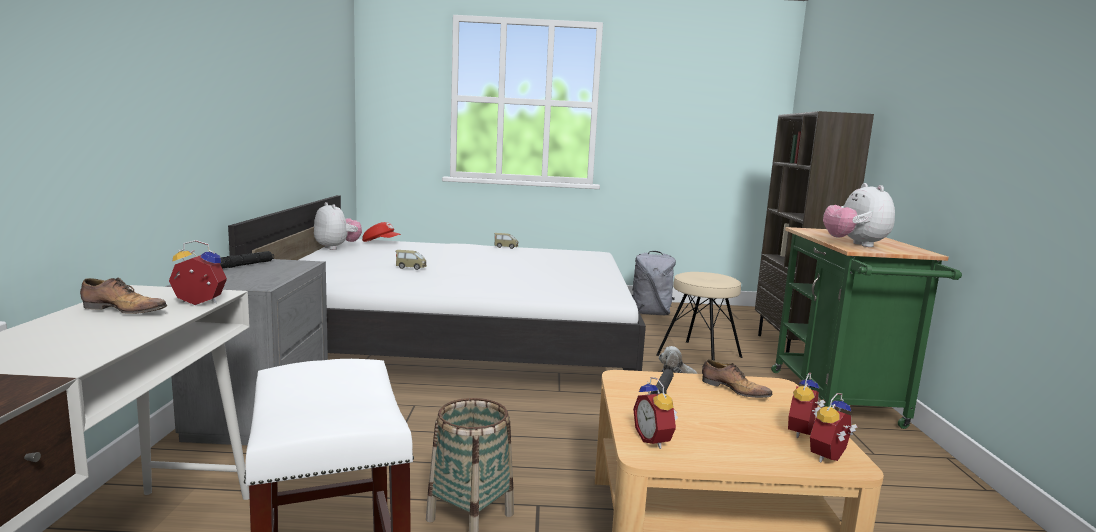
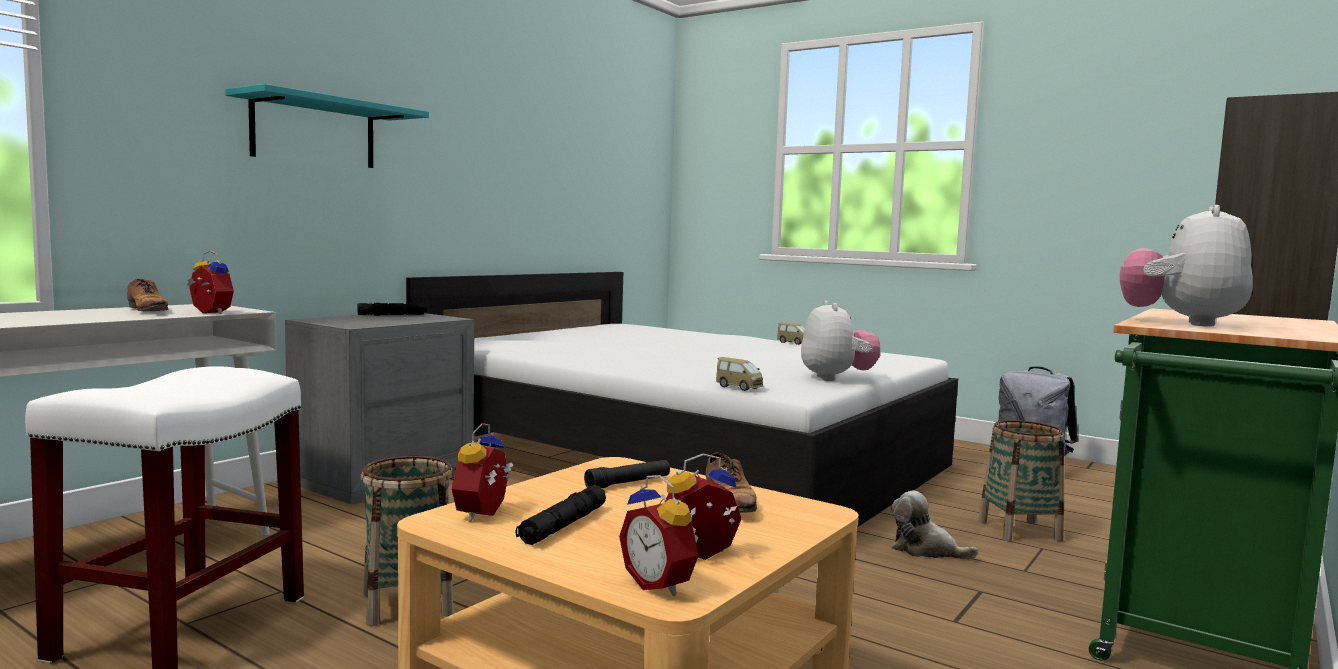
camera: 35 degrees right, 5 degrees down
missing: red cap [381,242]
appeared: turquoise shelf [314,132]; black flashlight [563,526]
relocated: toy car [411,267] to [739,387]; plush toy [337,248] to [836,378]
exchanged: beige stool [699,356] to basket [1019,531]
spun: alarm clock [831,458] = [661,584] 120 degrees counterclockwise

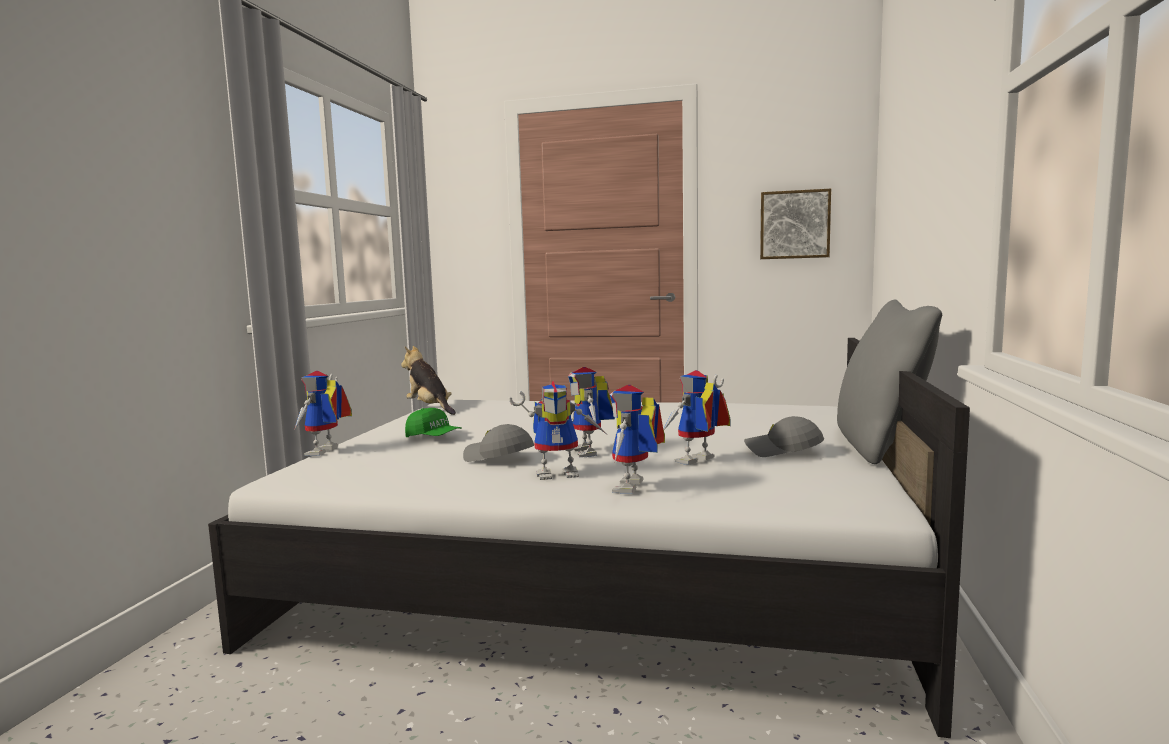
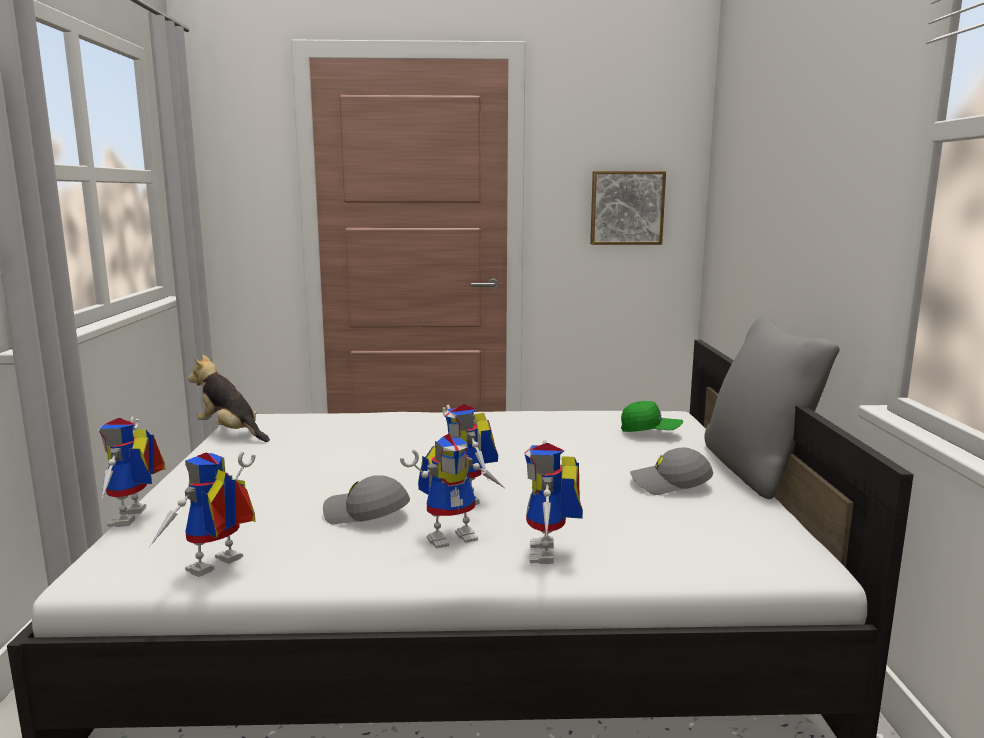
camera: 15 degrees left, 5 degrees up
relocated: toy robot [697,462] to [215,569]; green cap [433,438] to [650,431]

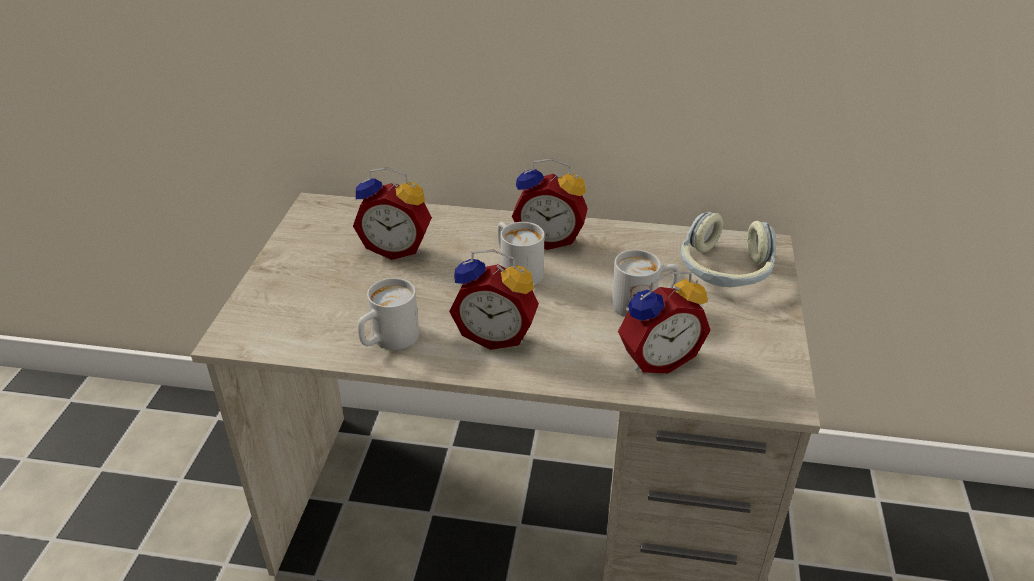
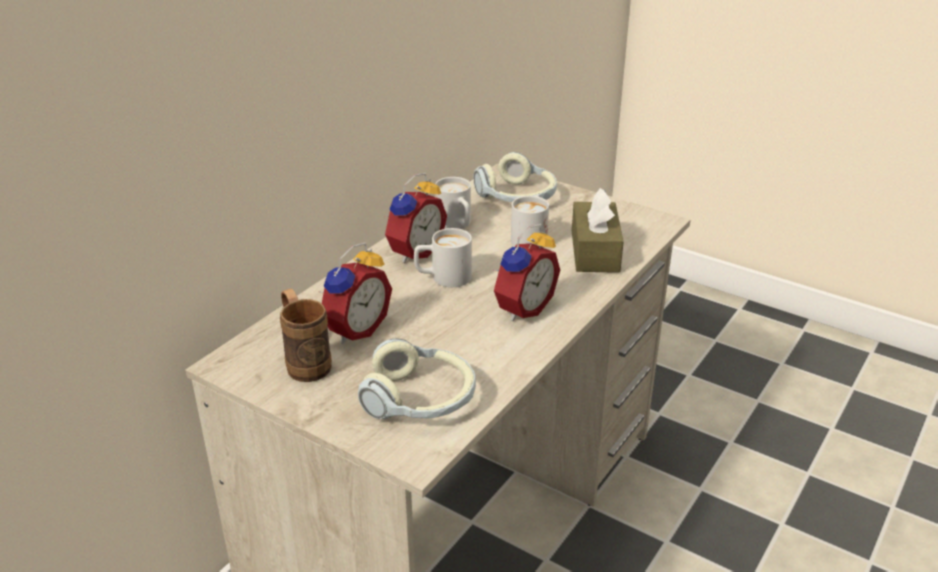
camera: 65 degrees left, 5 degrees down
appeared: brown mug [305,362]; headphones [420,400]
relocated: white mug [388,340] to [456,225]
exchanged: alarm clock [656,358] to brown tissue box [595,251]

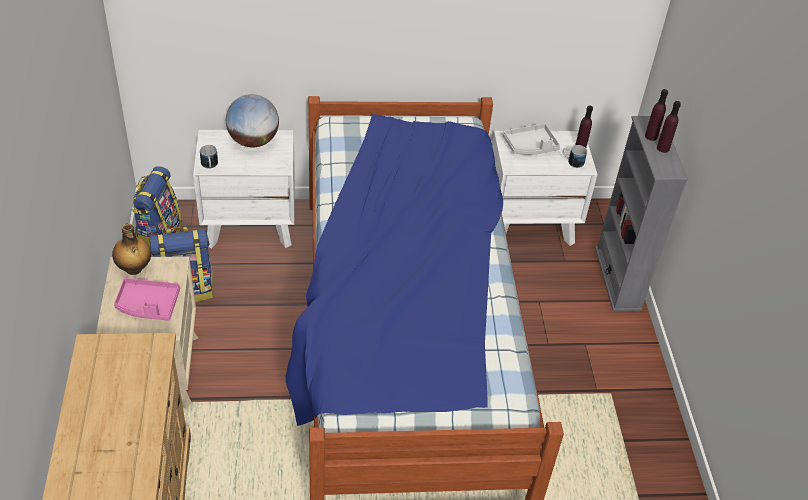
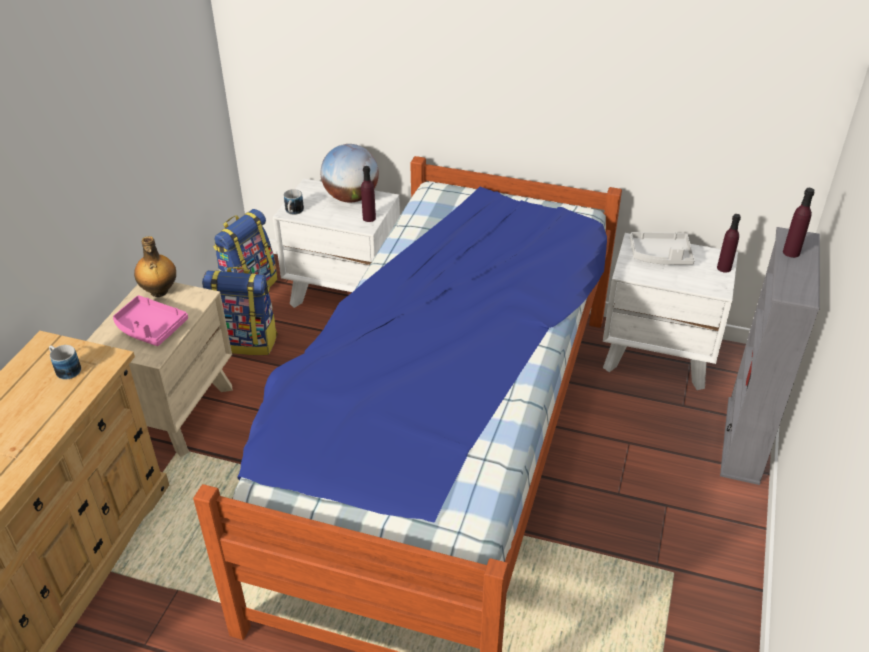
camera: 25 degrees right, 5 degrees down
relocated: mug [572,162] to [65,369]; purple bottle [663,148] to [369,218]

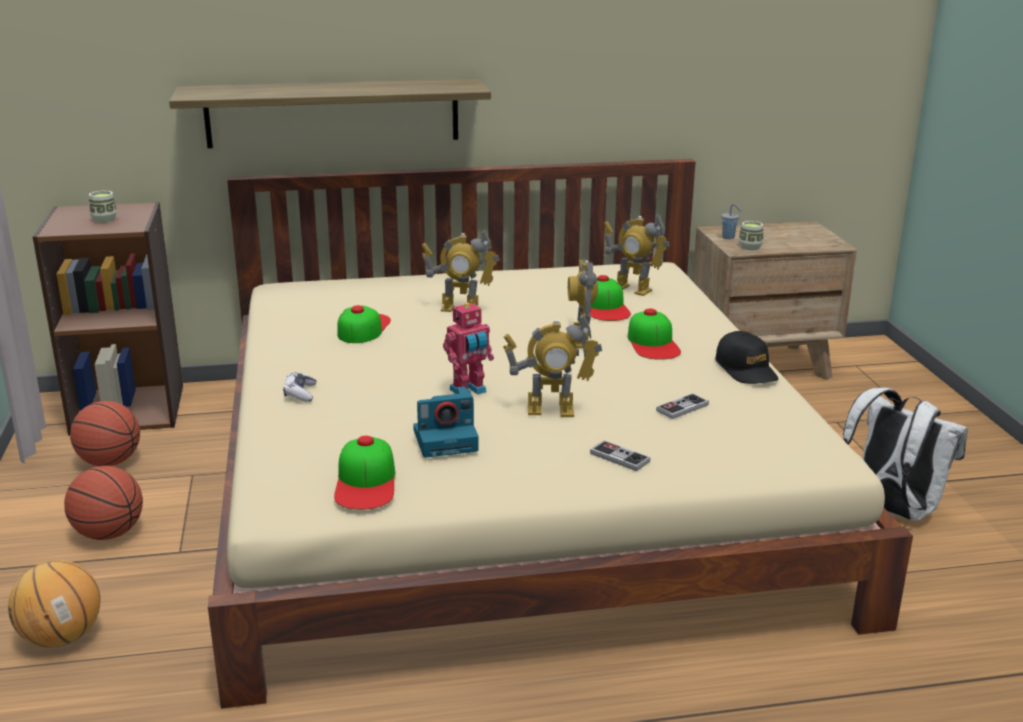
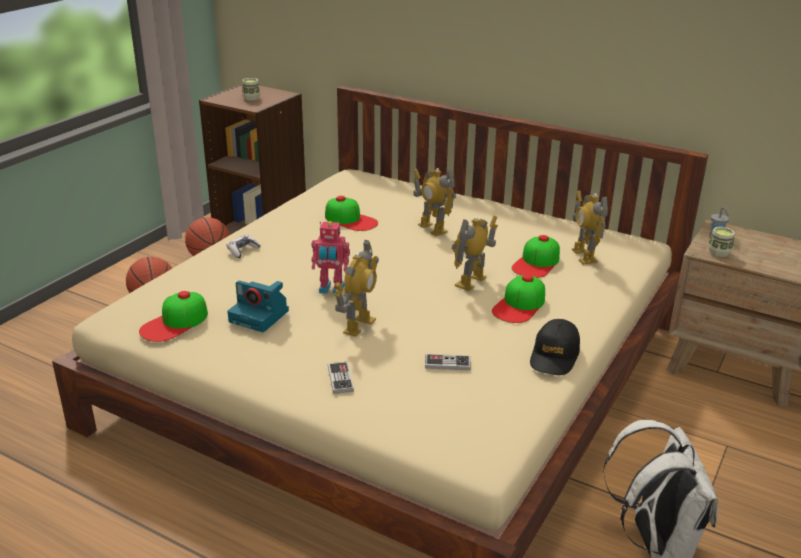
camera: 40 degrees right, 5 degrees up
missing: basketball [61,637]; shelf [333,113]
spun: cap [363,328] = [350,220] 75 degrees clockwise; toy robot [551,411] = [358,325] 105 degrees counterclockwise

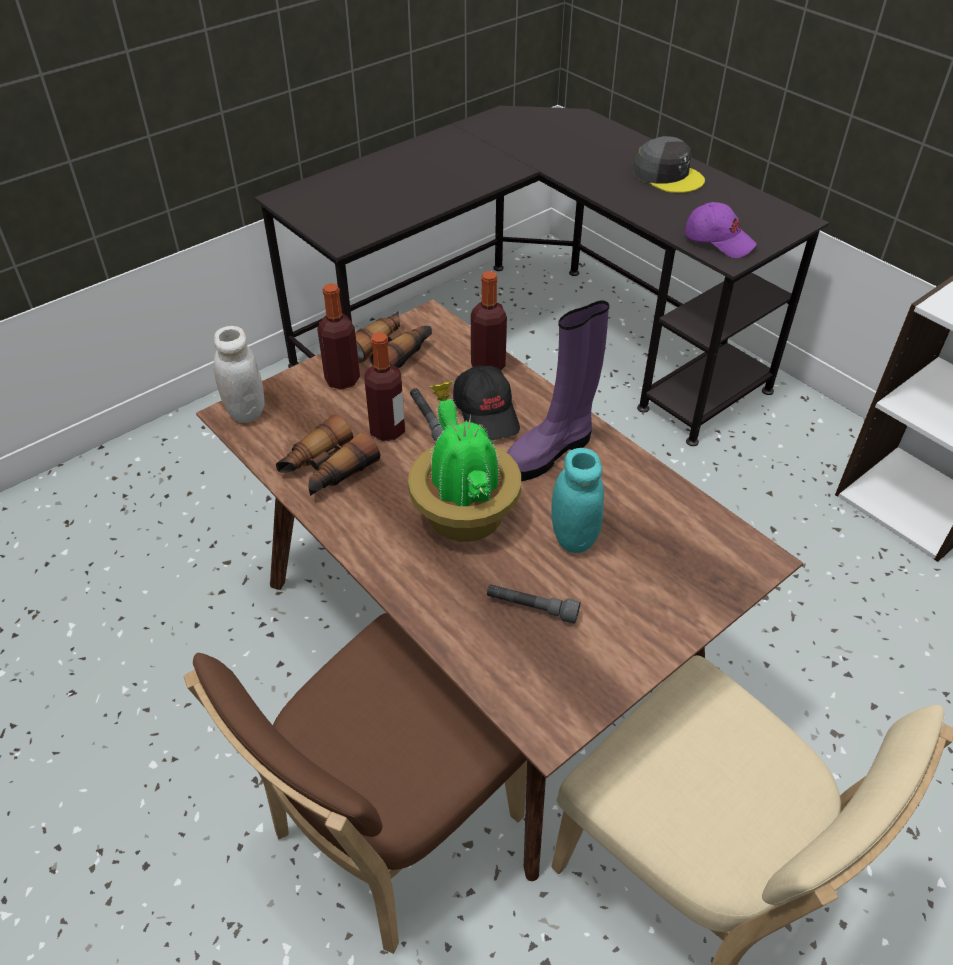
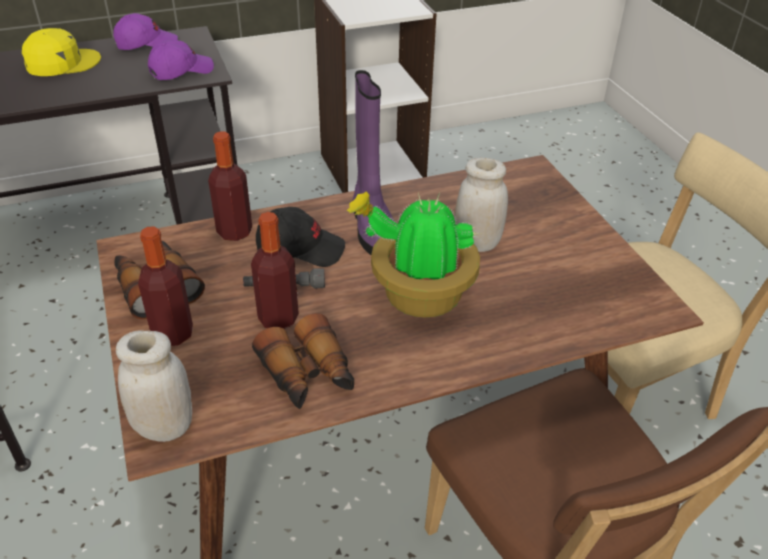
camera: 70 degrees left, 5 degrees down
missing: grey flashlight [531,608]
appeared: purple cap [146,44]
colour: grey cap [668,175] to yellow cap [62,62]; turquoise jar [574,537] to white jar [477,243]

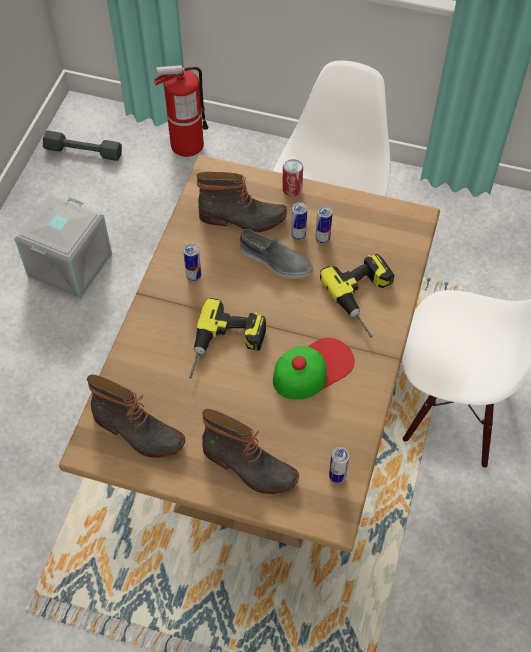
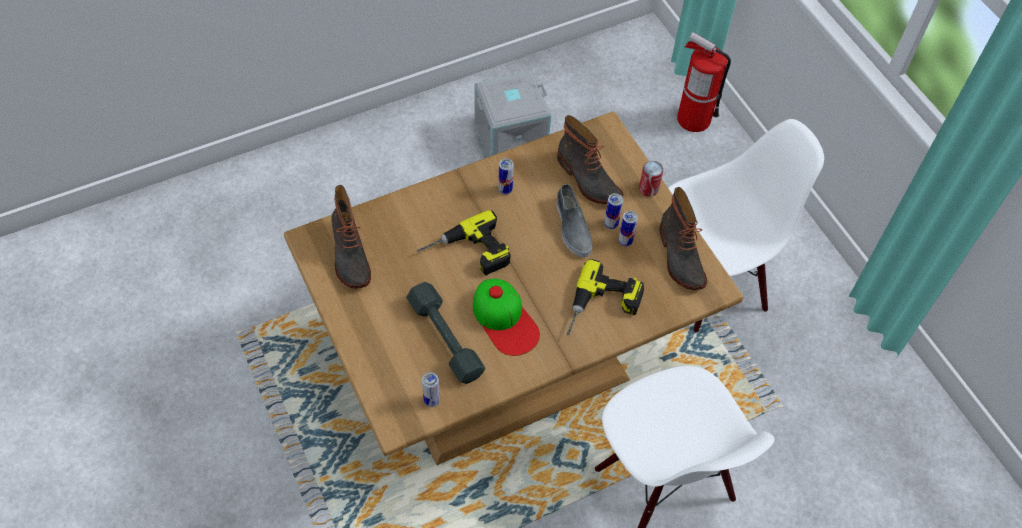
camera: 45 degrees right, 0 degrees up
relocated: grey dumbbell [83,151] to [446,338]; boot [248,467] to [679,257]
spun: cap [313,368] = [505,320] 45 degrees clockwise

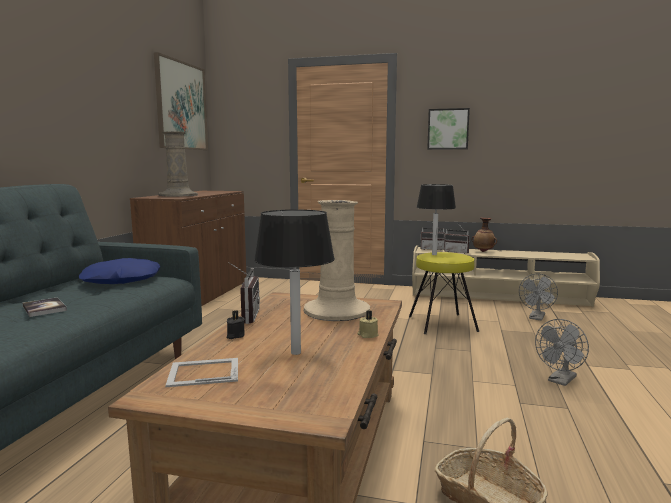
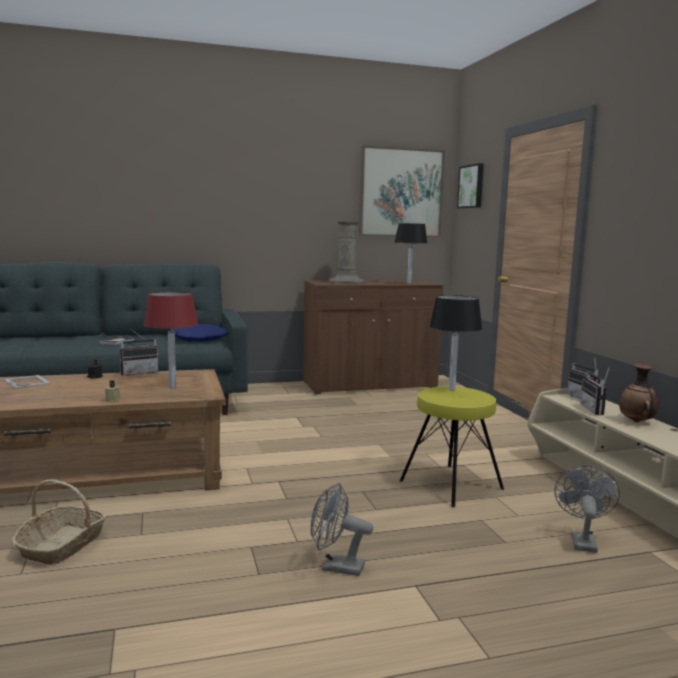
camera: 60 degrees right, 0 degrees up
relocated: black table lamp [296,353] to [409,283]; picture [448,129] to [472,186]
exchanged: beige vase [336,310] to red table lamp [172,387]
spun: grey fan [536,318] = [582,540] 105 degrees clockwise

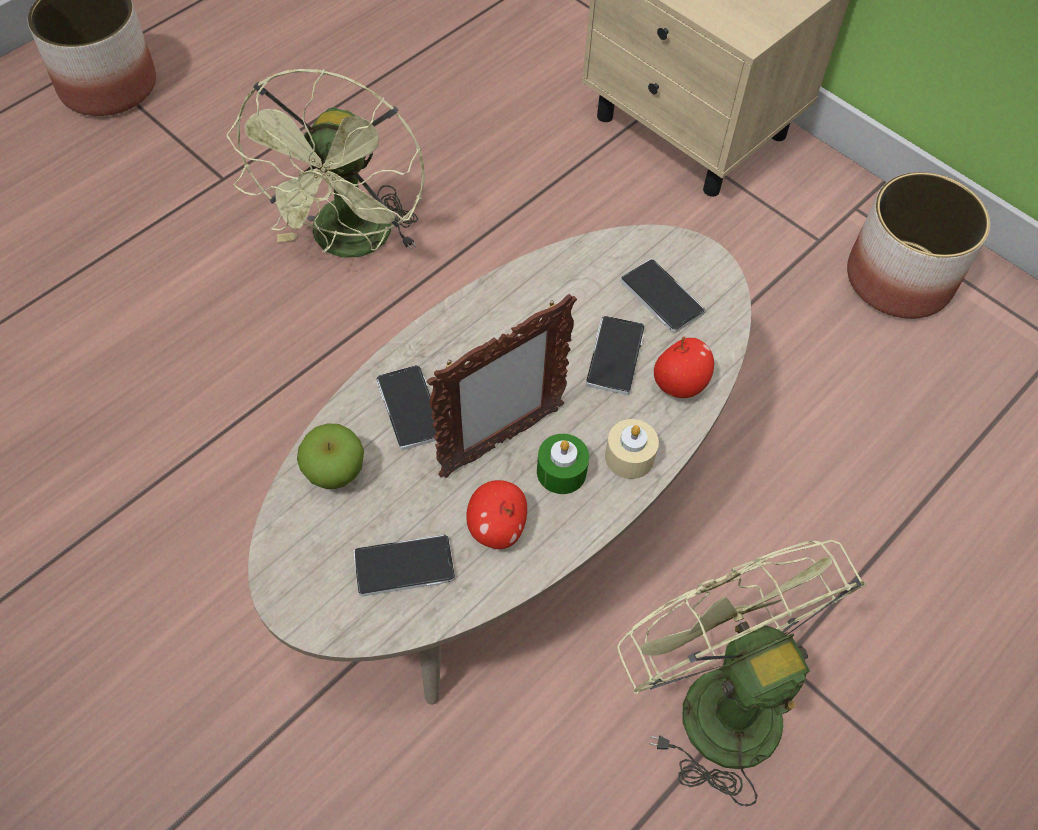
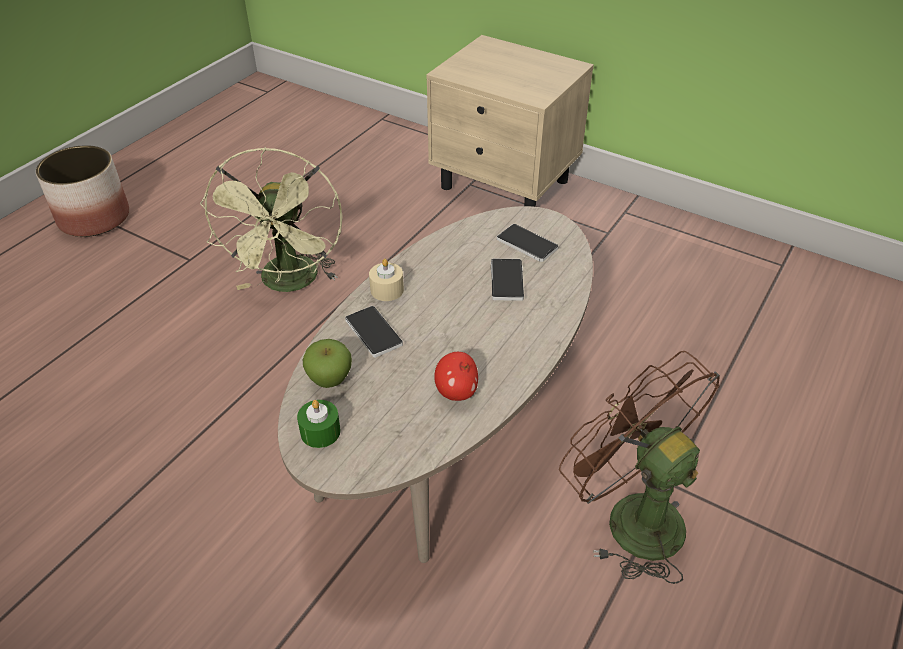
camera: 10 degrees left, 15 degrees down
missing: phone [404,566]; picture frame [500,442]; apple [680,383]; planter [899,280]
relocated: green candle [561,471] to [320,432]; beige candle [629,457] to [387,290]
colour: green fan [714,697] to brown fan [630,516]

